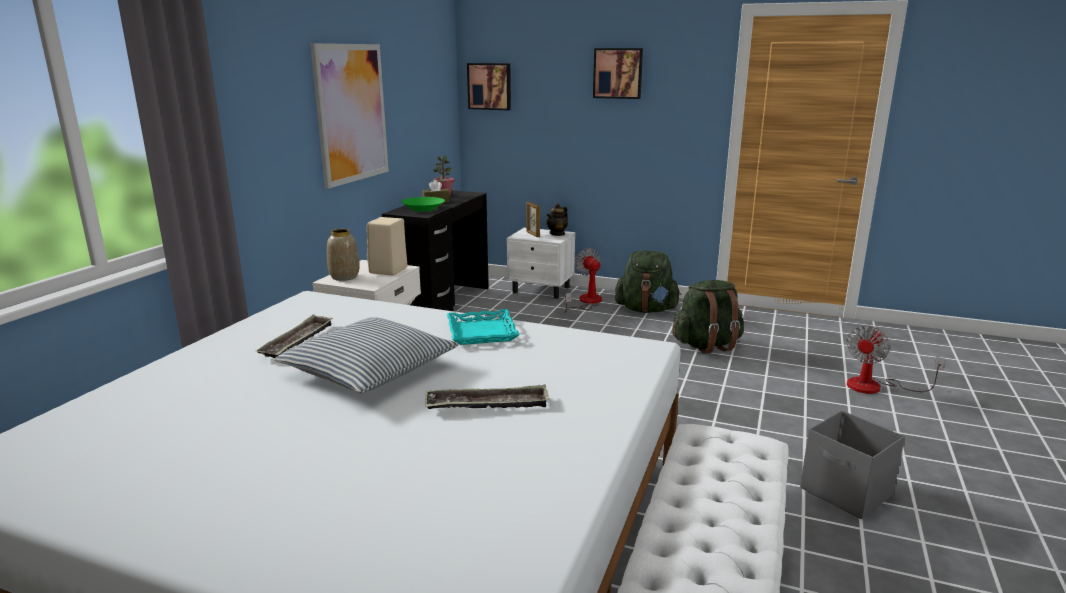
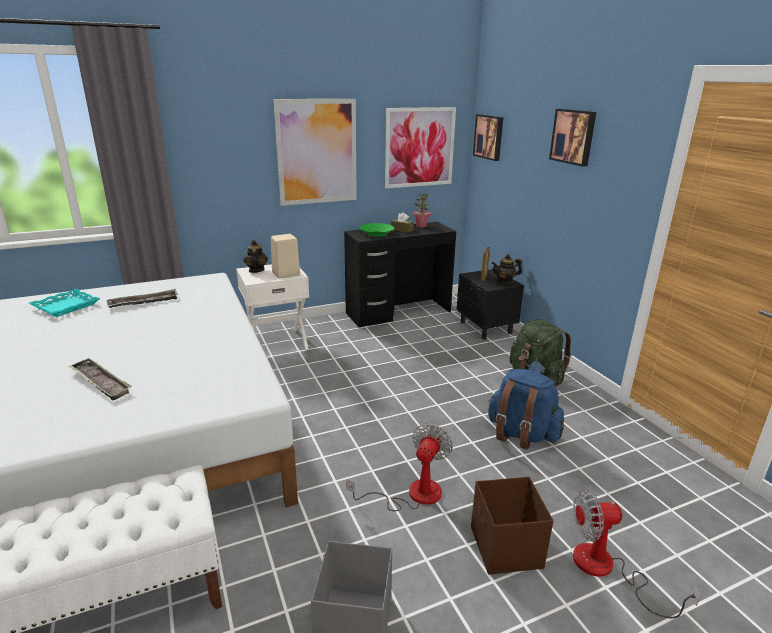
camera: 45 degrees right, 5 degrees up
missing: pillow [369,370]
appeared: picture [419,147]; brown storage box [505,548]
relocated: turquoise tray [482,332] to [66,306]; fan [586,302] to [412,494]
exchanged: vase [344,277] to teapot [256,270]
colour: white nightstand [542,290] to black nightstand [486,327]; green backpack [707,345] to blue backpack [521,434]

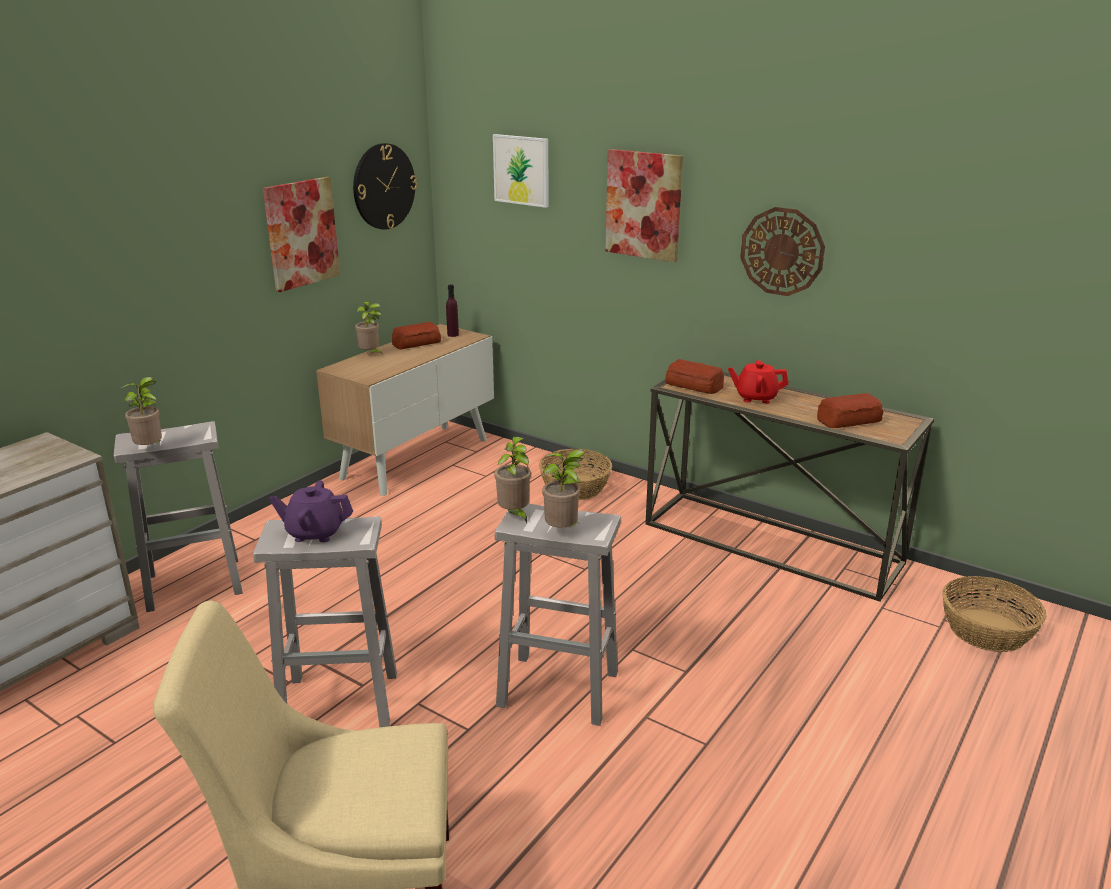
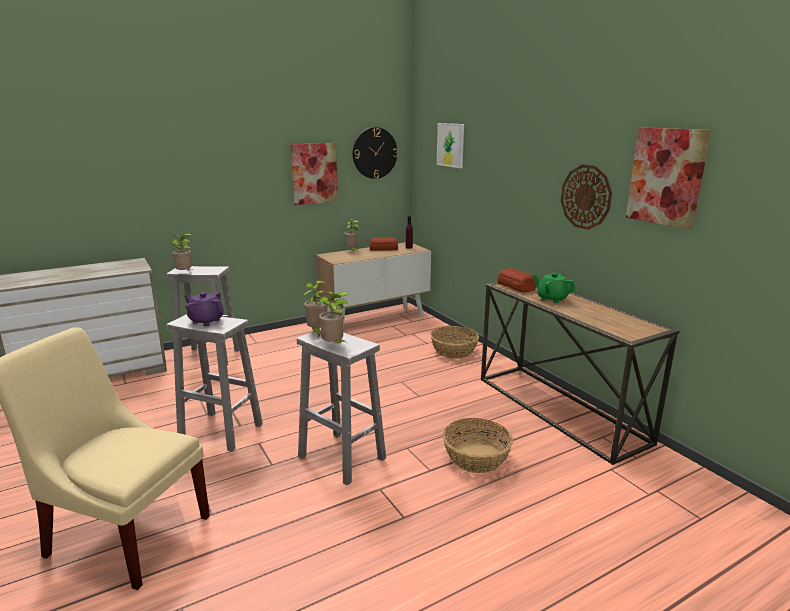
camera: 25 degrees right, 5 degrees down
missing: bread [849,420]
relocated: basket [986,630] to [475,457]; picture [644,205] to [666,177]
colour: red teapot [756,398] to green teapot [552,299]

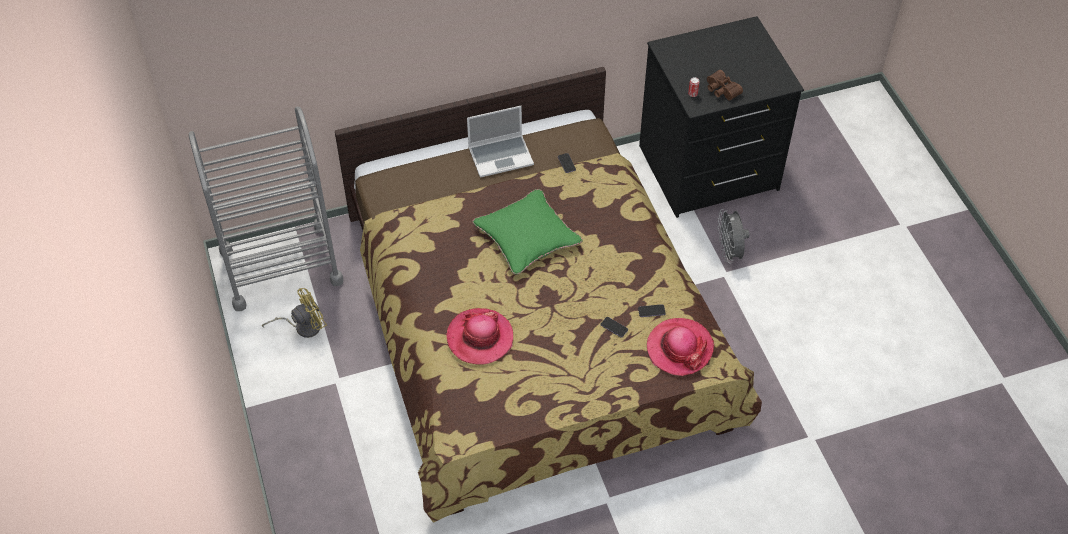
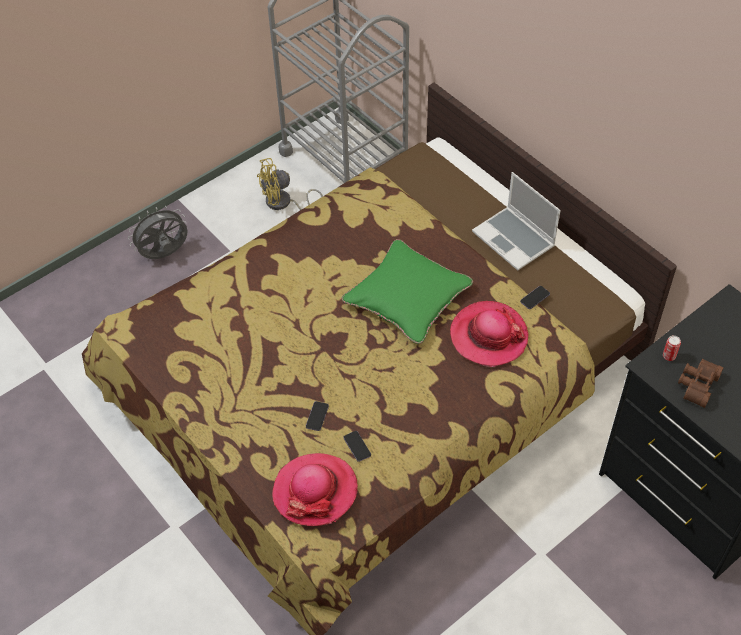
camera: 70 degrees right, 0 degrees up
relocated: grey fan [730,252] to [164,255]; hat [480,338] to [488,336]
spun: yellow fan [303,326] = [283,203] 120 degrees clockwise

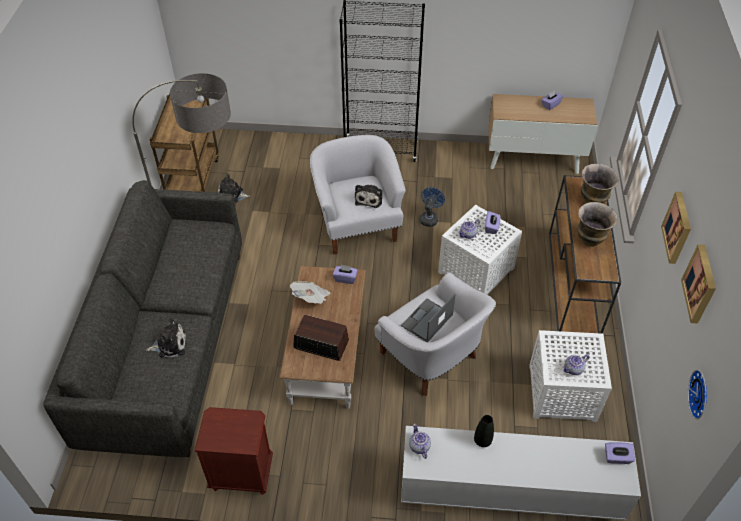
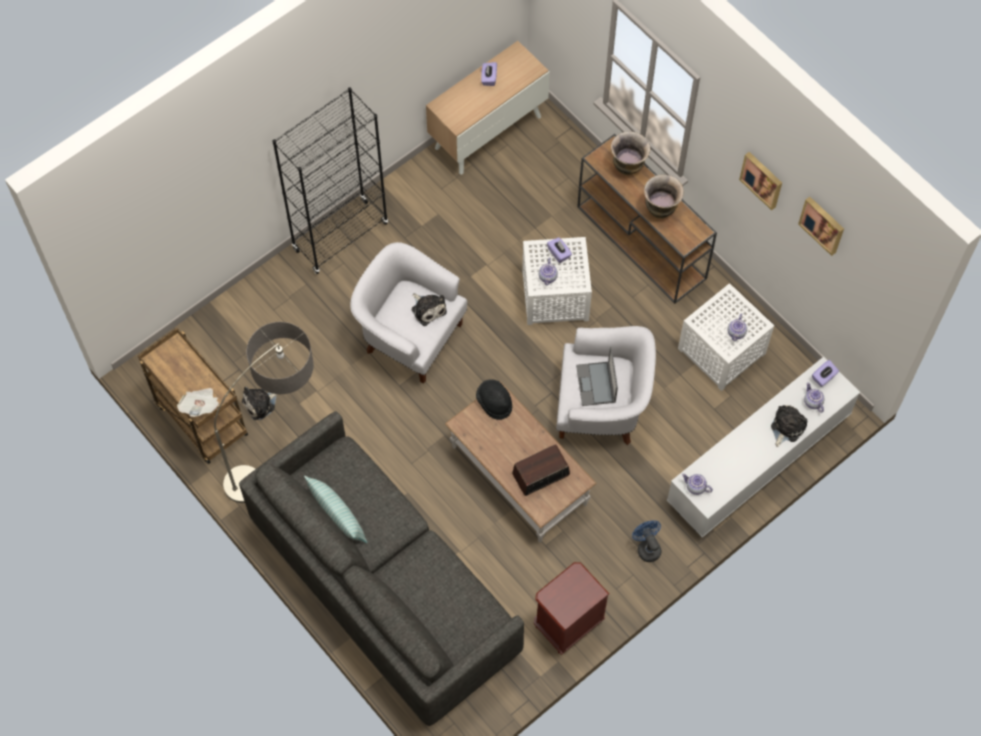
camera: 45 degrees left, 15 degrees up
missing: black vase [482,440]; wall clock [701,394]
appeared: pillow [337,516]; teapot [812,402]
relocated: newspaper [311,298] to [200,406]; blue fan [429,218] to [647,547]; plush toy [170,344] to [786,427]
exchanged: purple tissue box [345,278] to black hat [494,402]

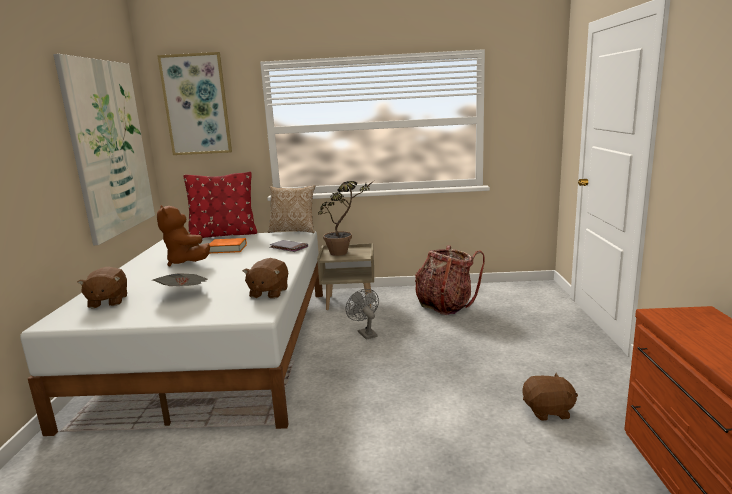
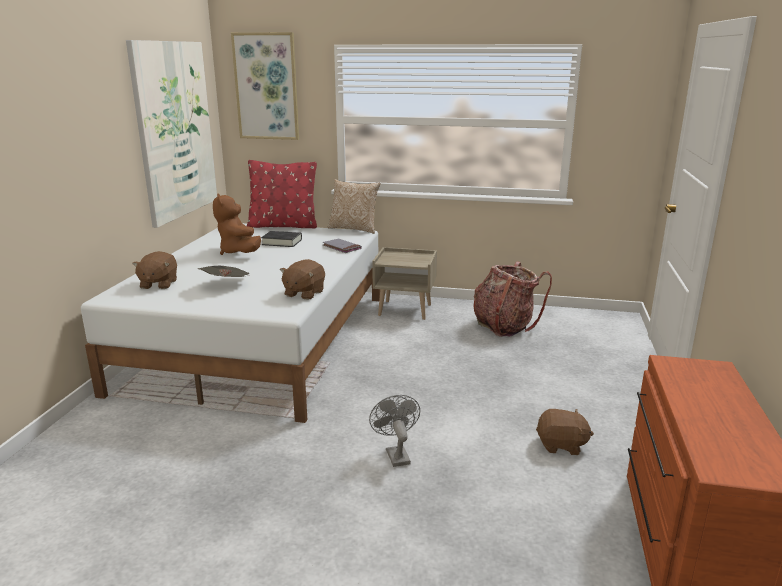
camera: 10 degrees right, 5 degrees up
missing: potted plant [345,252]
relocated: grey fan [365,333] to [396,454]
colour: orange book [227,249] to black book [282,242]

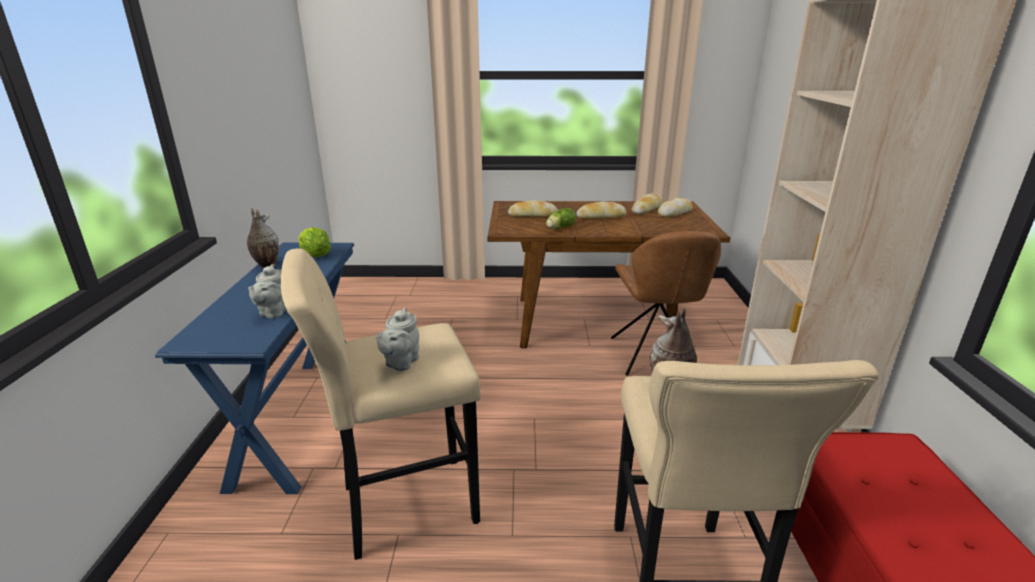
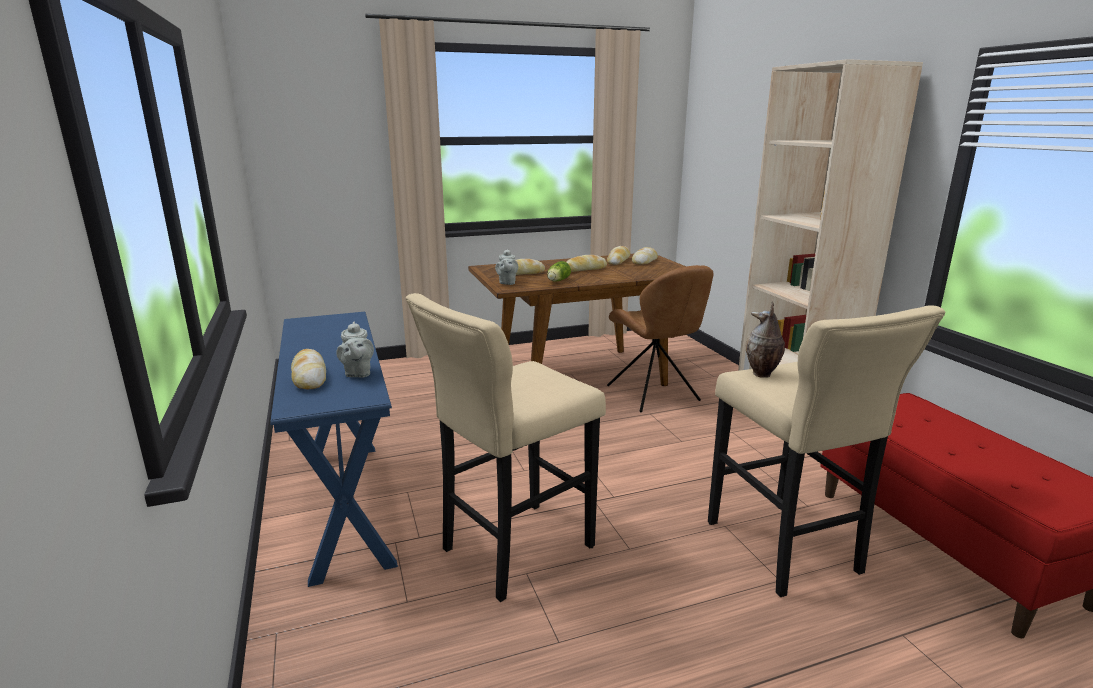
camera: 20 degrees left, 5 degrees down
missing: vase [266,265]; lettuce [315,255]
appeared: bread [309,376]
relocated: grey teapot [400,363] to [507,283]

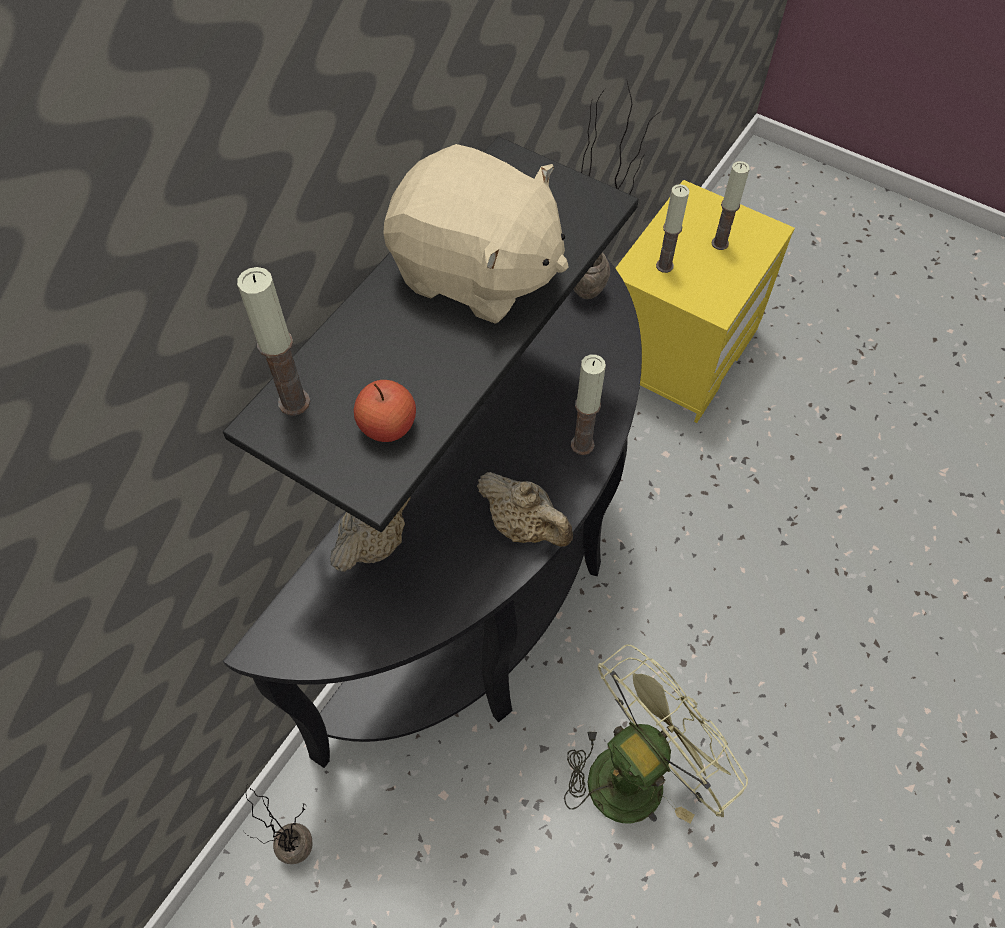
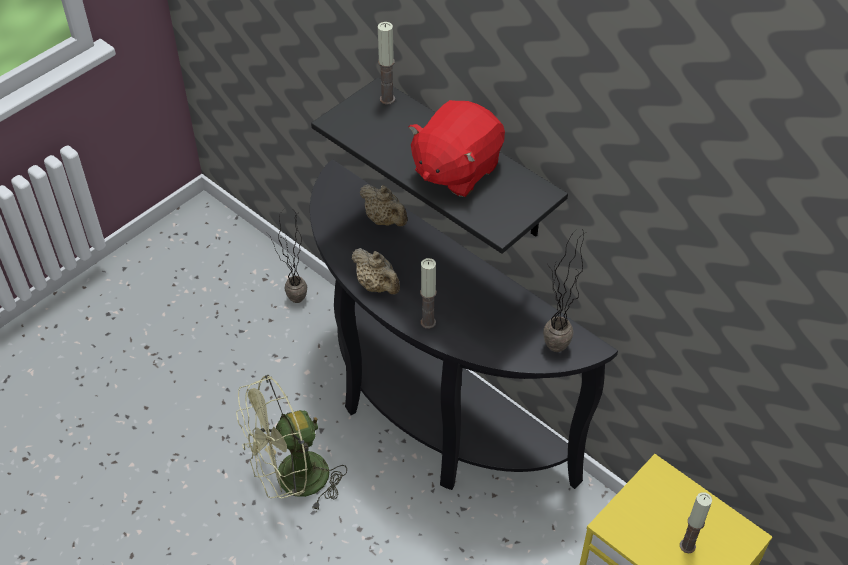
camera: 100 degrees right, 10 degrees down
missing: apple [387,426]; candle [664,266]
colour: beige plush toy [476,273] to red plush toy [455,170]
spun: green fan [637,769] = [292,481] 90 degrees clockwise; beige teapot [525,526] = [377,286] 90 degrees counterclockwise

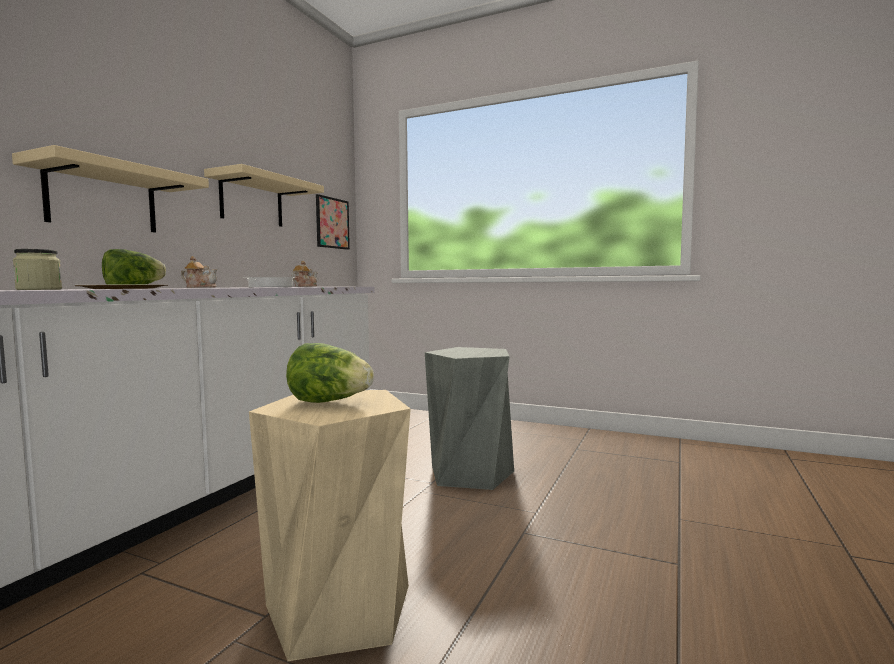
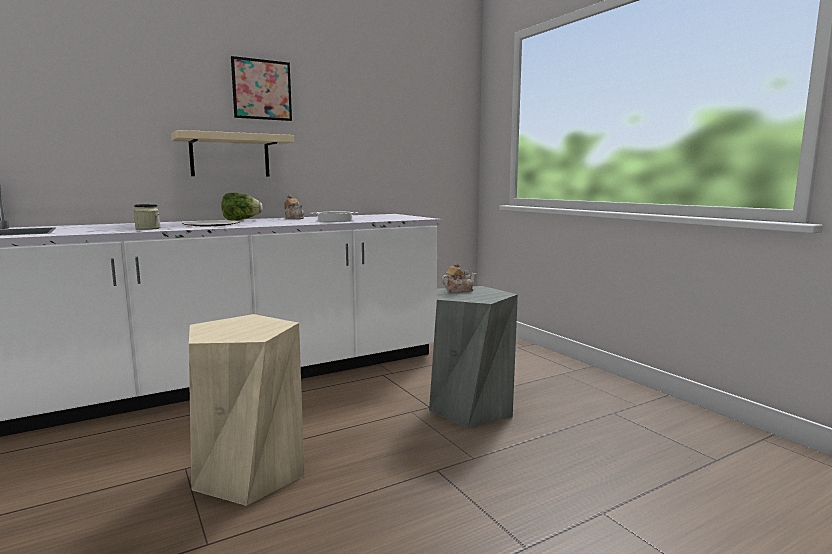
camera: 35 degrees right, 5 degrees up
missing: beige shelf [252,201]; lettuce [329,402]
relocated: picture [332,223] to [262,89]; teapot [304,286] to [458,290]

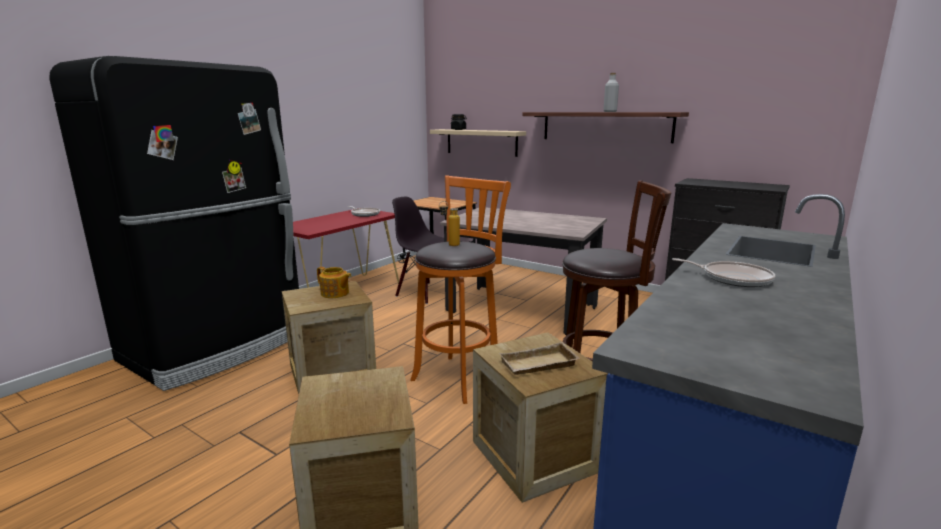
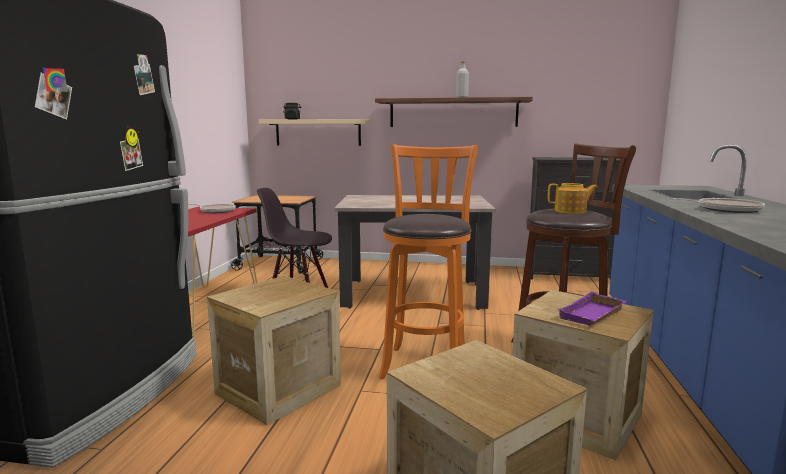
camera: 25 degrees left, 5 degrees down
missing: bottle [449,245]
relocated: teapot [335,293] to [571,211]
colour: beige tray [538,365] to purple tray [593,315]

